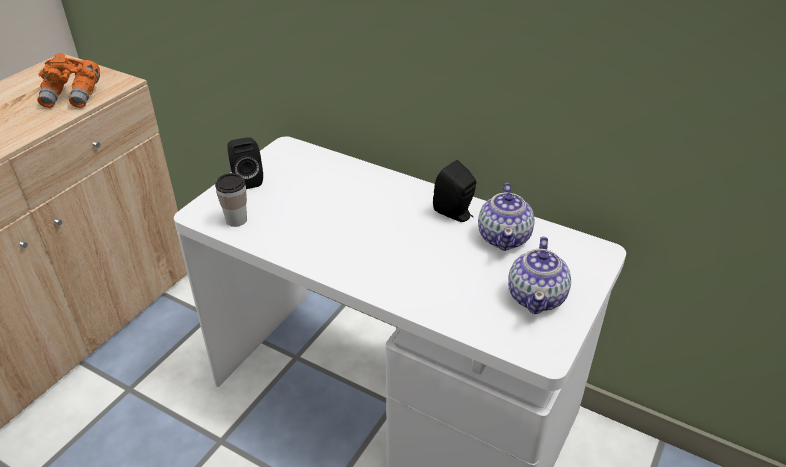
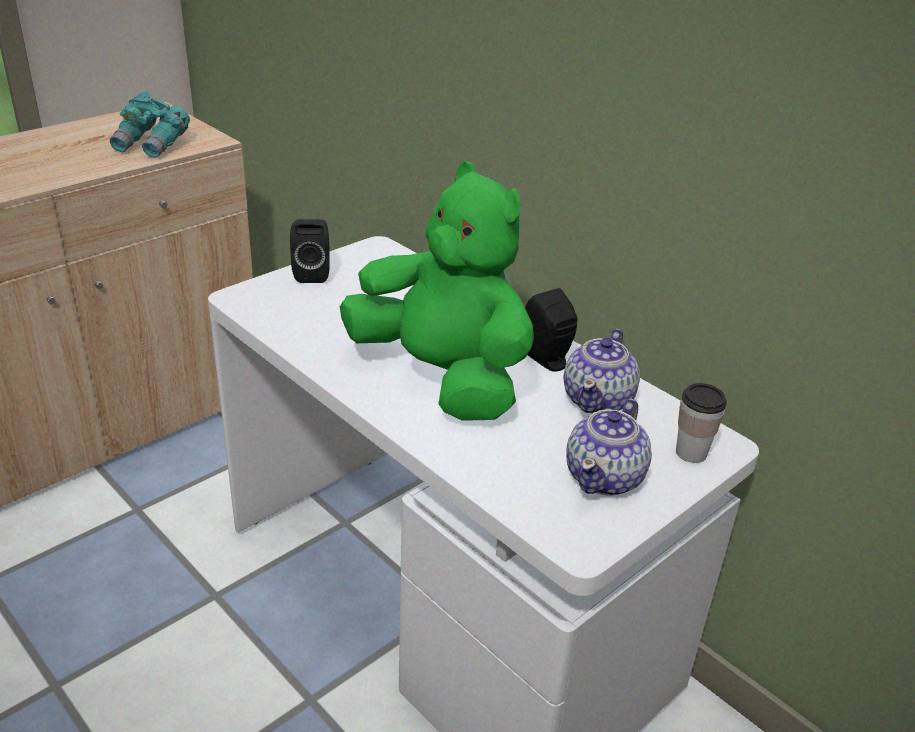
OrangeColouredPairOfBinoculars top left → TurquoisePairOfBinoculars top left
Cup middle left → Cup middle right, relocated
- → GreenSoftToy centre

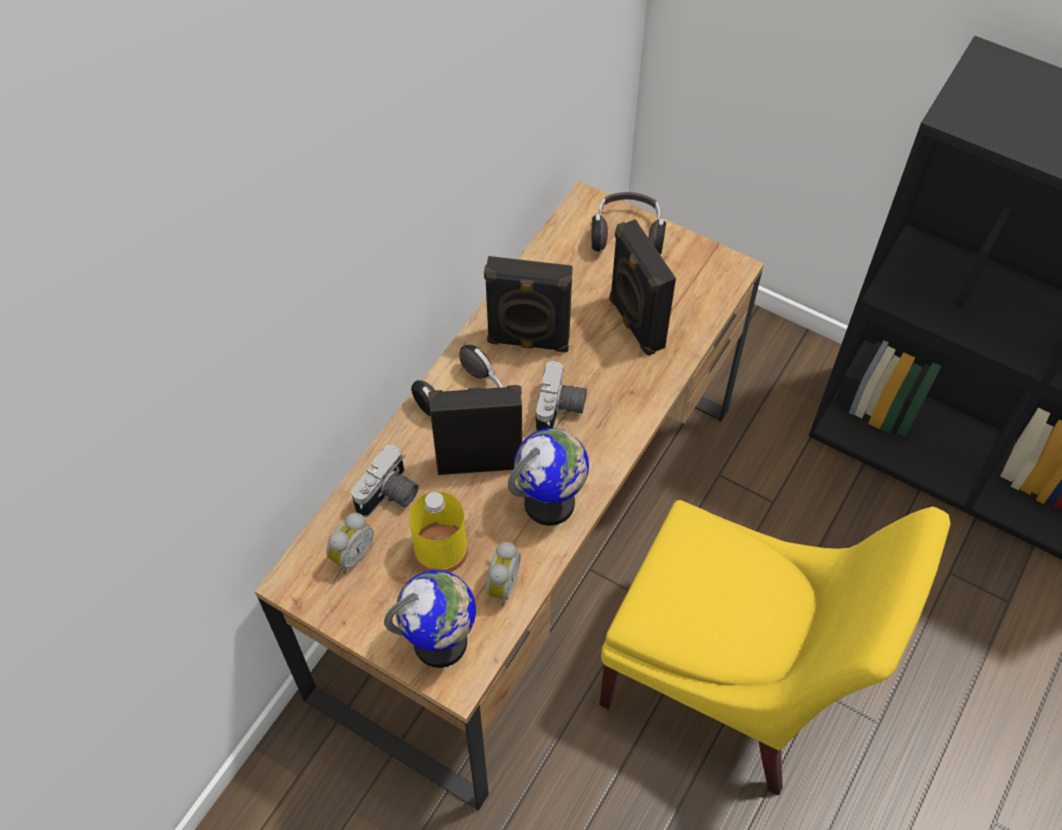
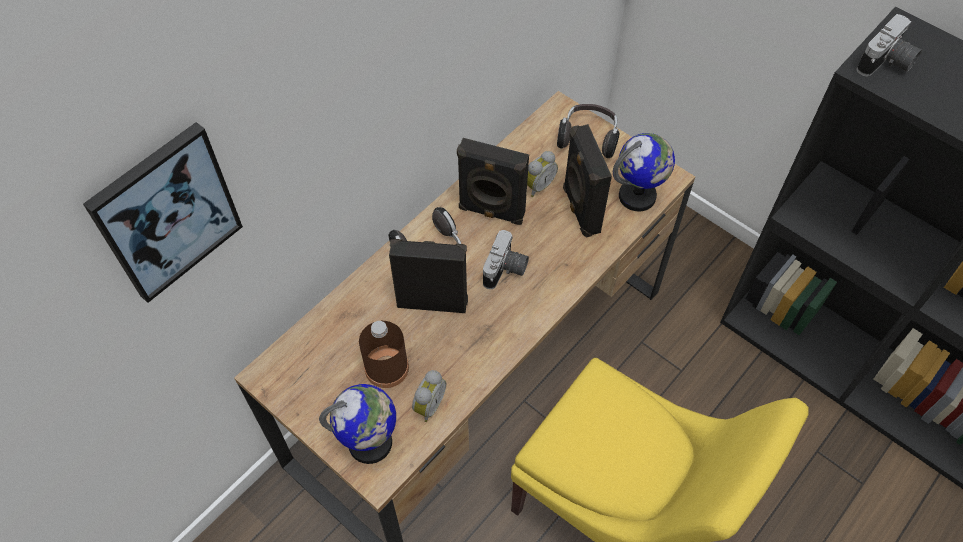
Globe (no. 2 from left) centre → Globe (no. 2 from left) top right, relocated
PhotoCamera (no. 1 from left in the first image) centre → PhotoCamera (no. 2 from left) top right, relocated
YellowColouredDrinkBottle centre → BrownishDrinkBottle centre
TableClock (no. 1 from left in the first image) middle left → TableClock (no. 2 from left) top centre, relocated
- → Picture middle left

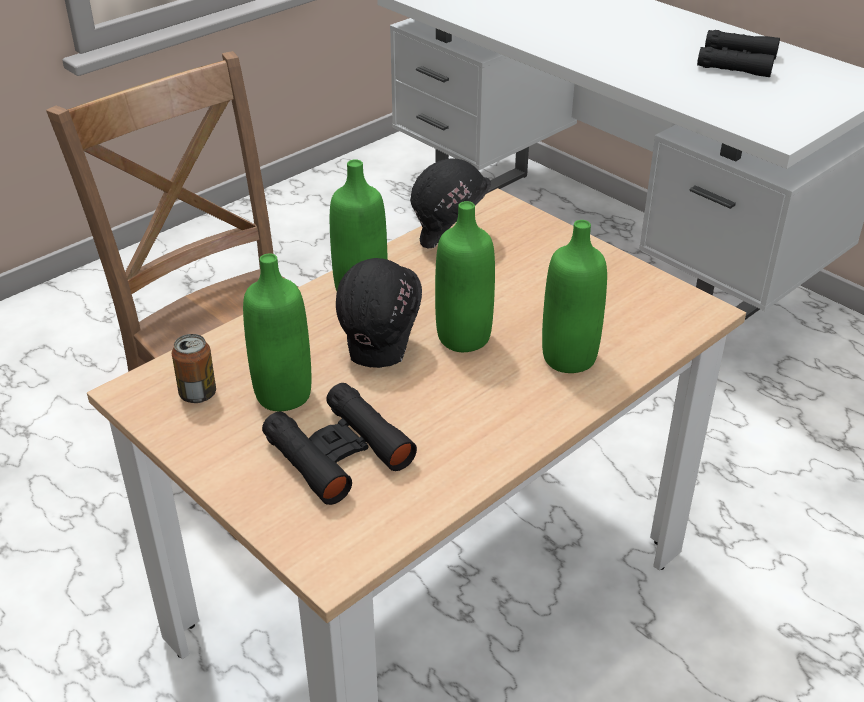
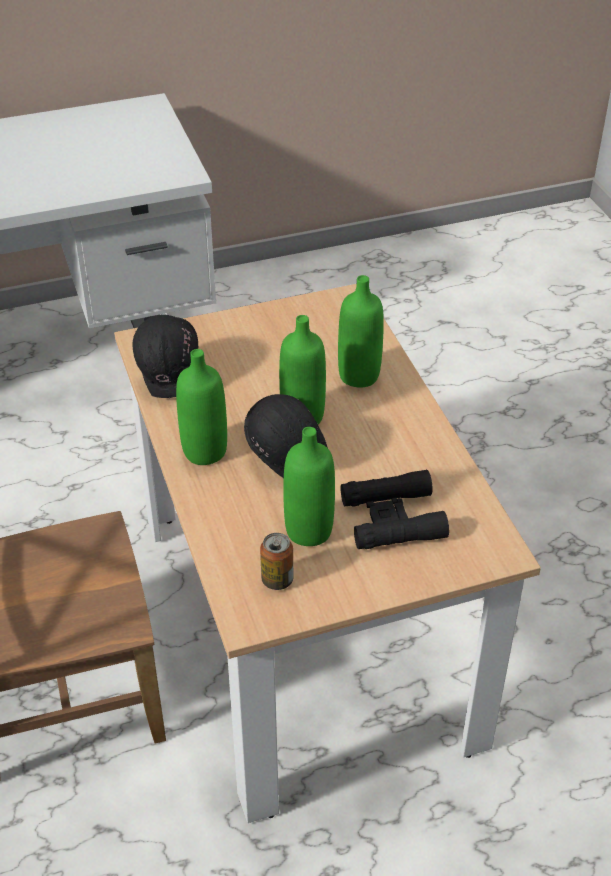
BlackPairOfBinoculars (no. 2 from left) top right → -

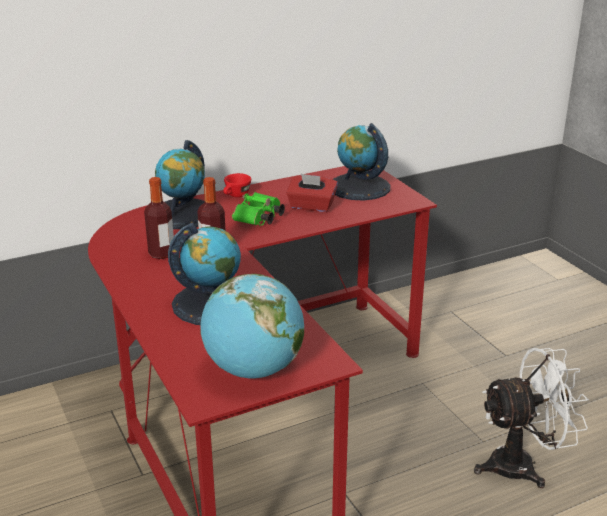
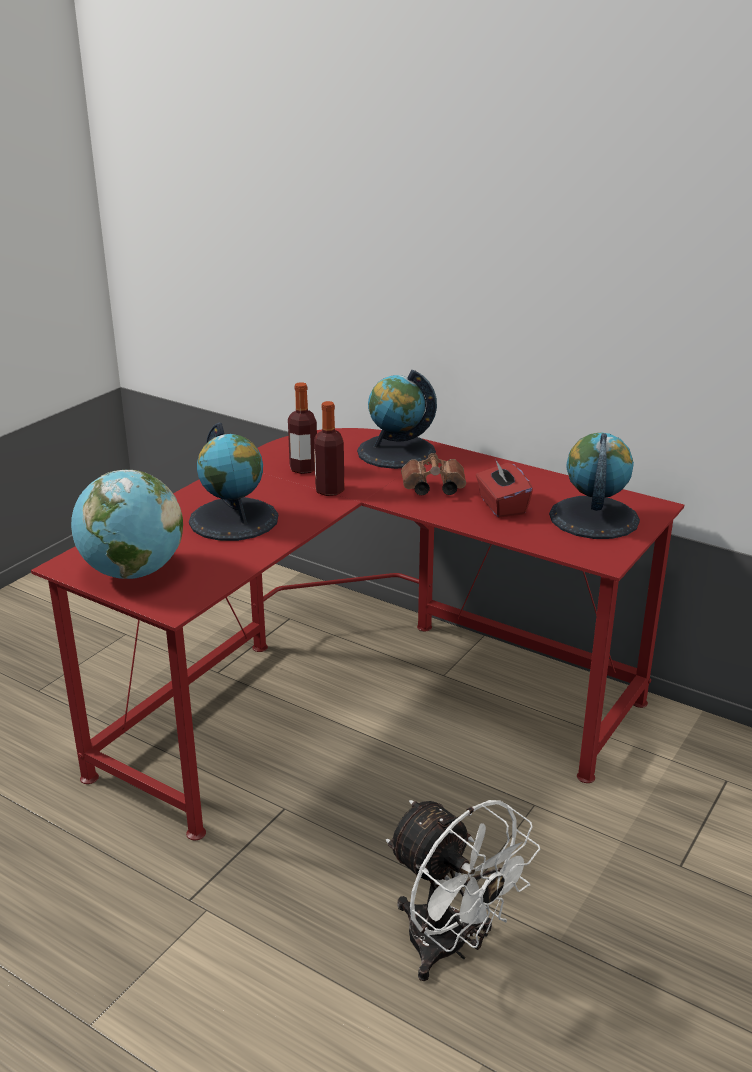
RedColouredCup centre → -
GreenPairOfBinoculars centre → BrownishPairOfBinoculars centre

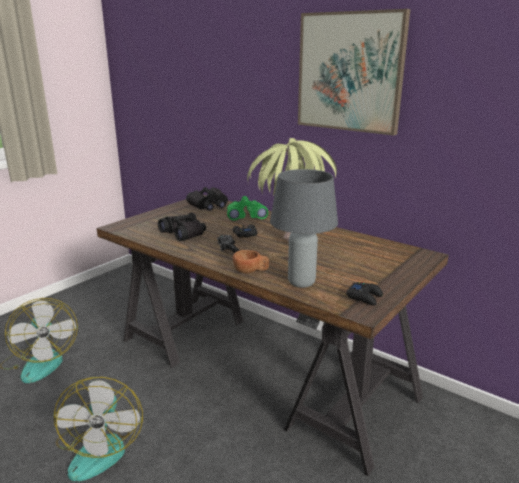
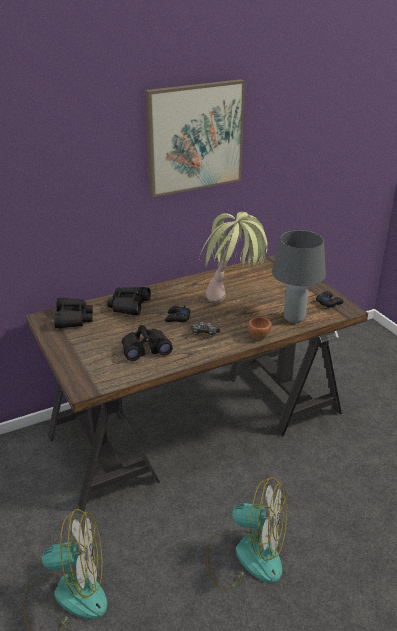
GreenPairOfBinoculars centre → BlackPairOfBinoculars (no. 2 from left) middle left

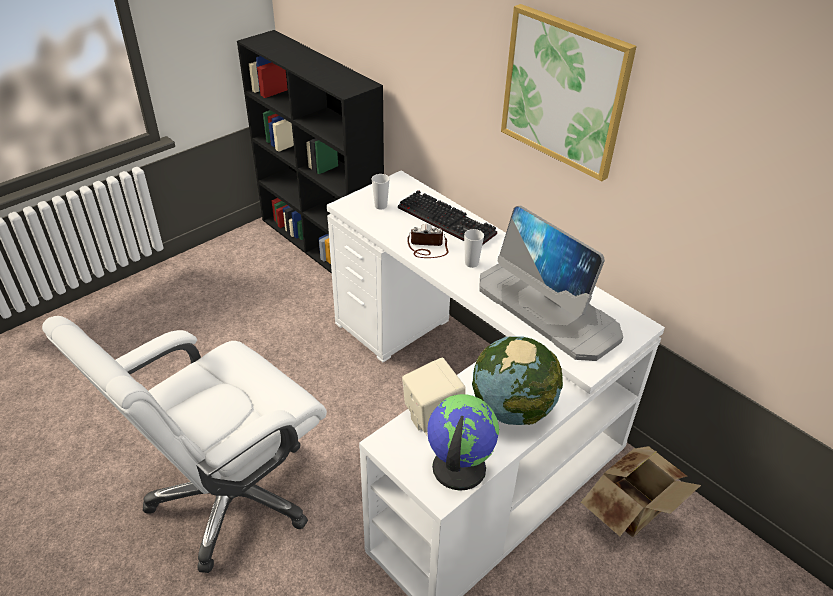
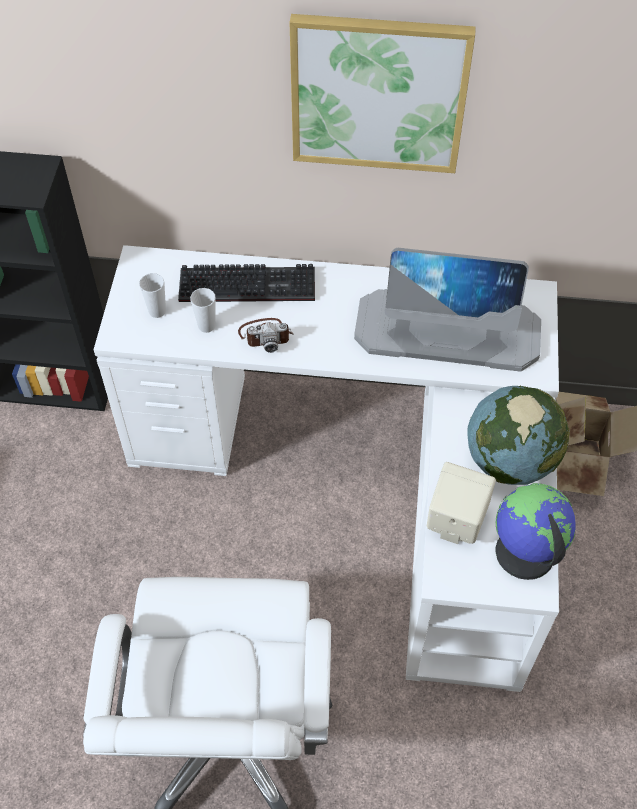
PhotoCamera centre, 150 degrees counterclockwise
Cup (no. 2 from left) centre → Cup (no. 2 from left) middle left, relocated

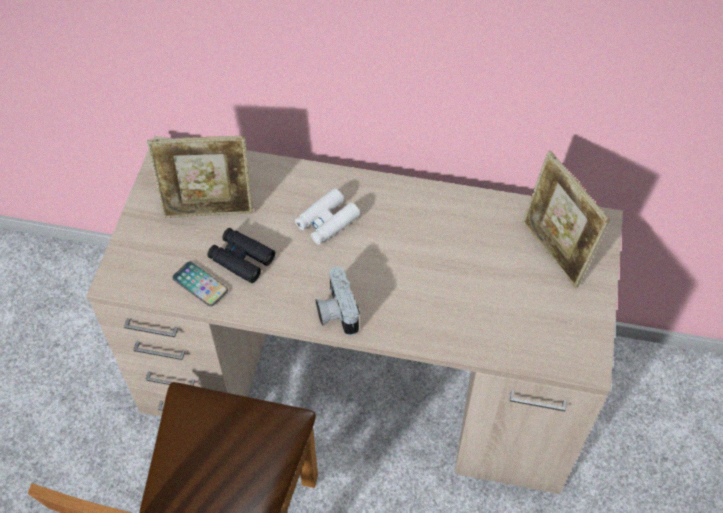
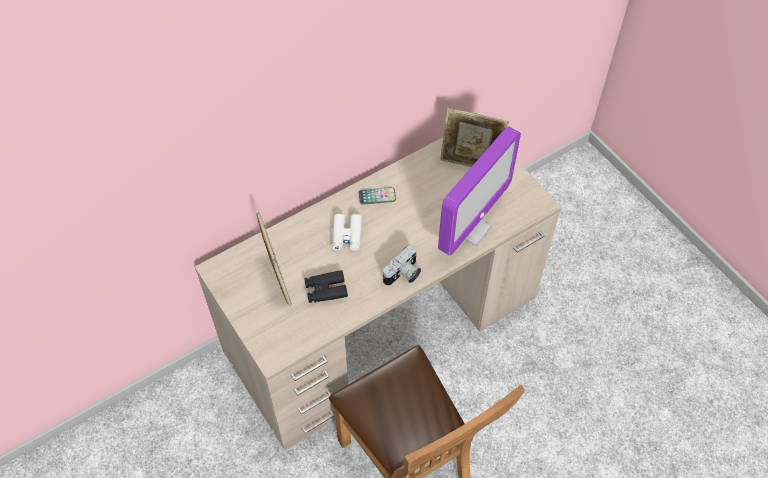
PhotoFrame (no. 1 from left) middle left → PhotoFrame (no. 1 from left) centre, 60 degrees counterclockwise
Handset middle left → Handset centre, relocated
PhotoCamera centre, 75 degrees counterclockwise
- → ComputerDisplay centre

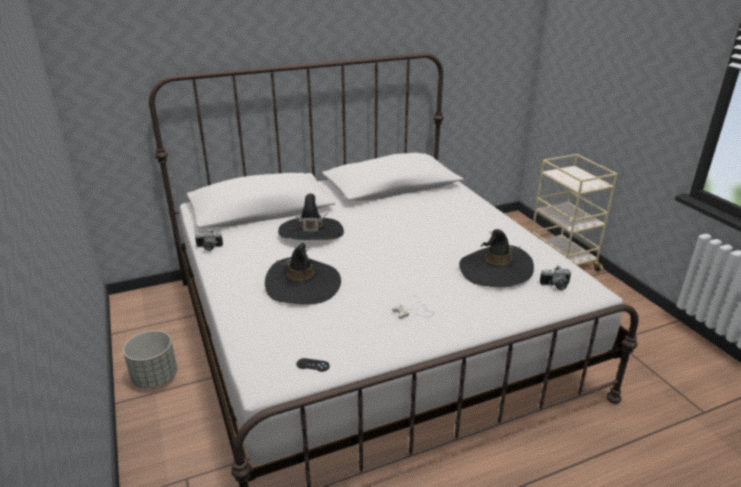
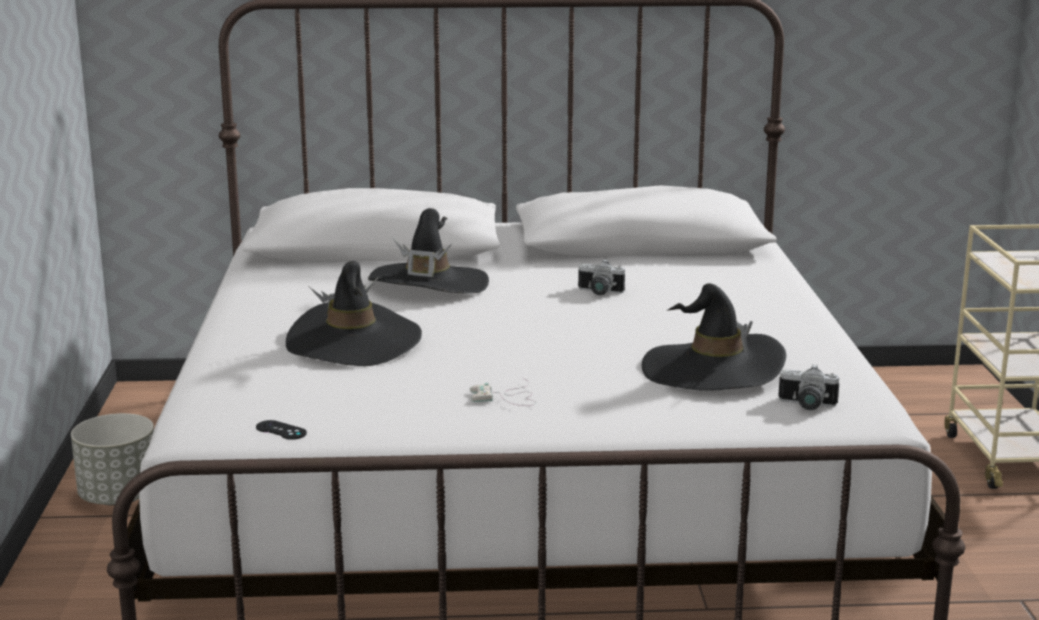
PhotoCamera (no. 1 from left) middle left → PhotoCamera (no. 1 from left) centre, relocated

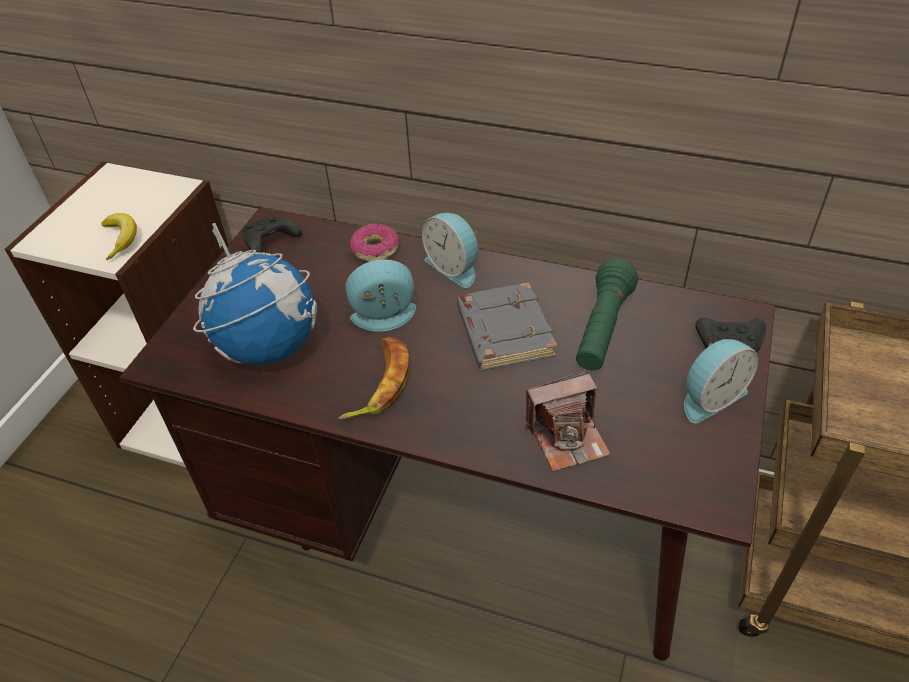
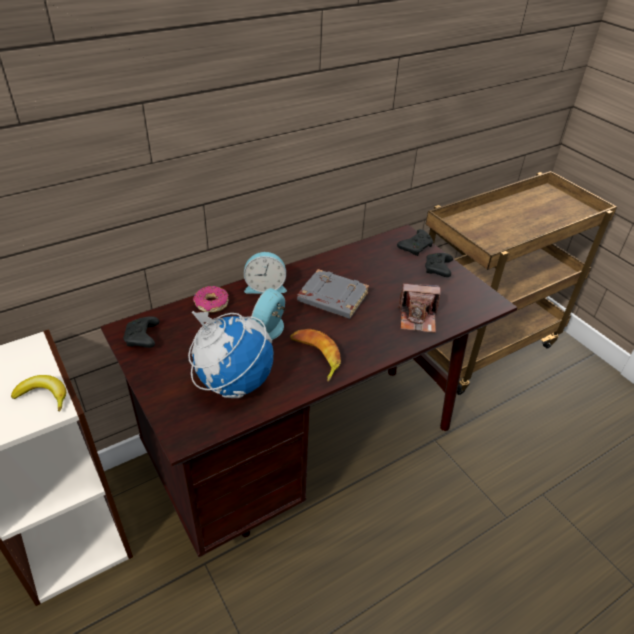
GreenTorch middle right → -
TableClock (no. 3 from left) middle right → BlackJoypad (no. 3 from left) middle right
PhotoCamera centre, 75 degrees clockwise

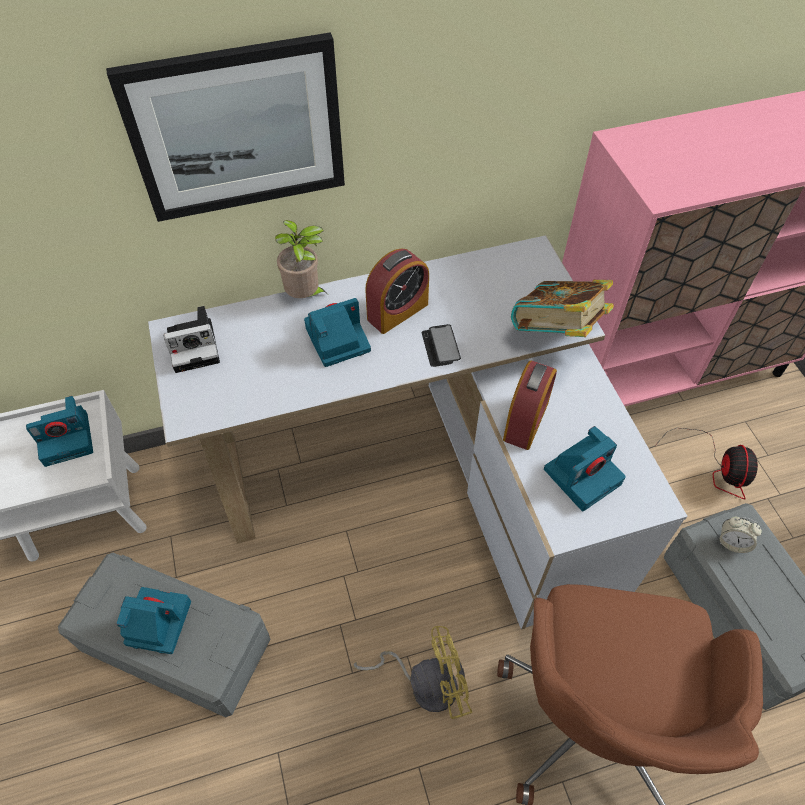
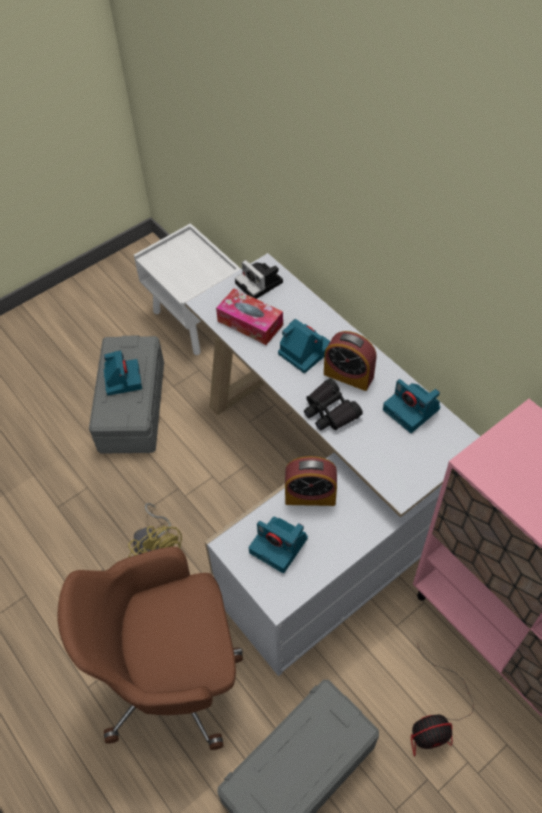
Picture top left → -
PlantInAPot top centre → -
BoundBook middle right → -
Handset centre → BlackPairOfBinoculars centre
PhotoCamera (no. 1 from left in the first image) middle left → PhotoCamera (no. 5 from left) middle right, relocated
TableClock (no. 3 from left) middle right → -
- → TissueHolder centre

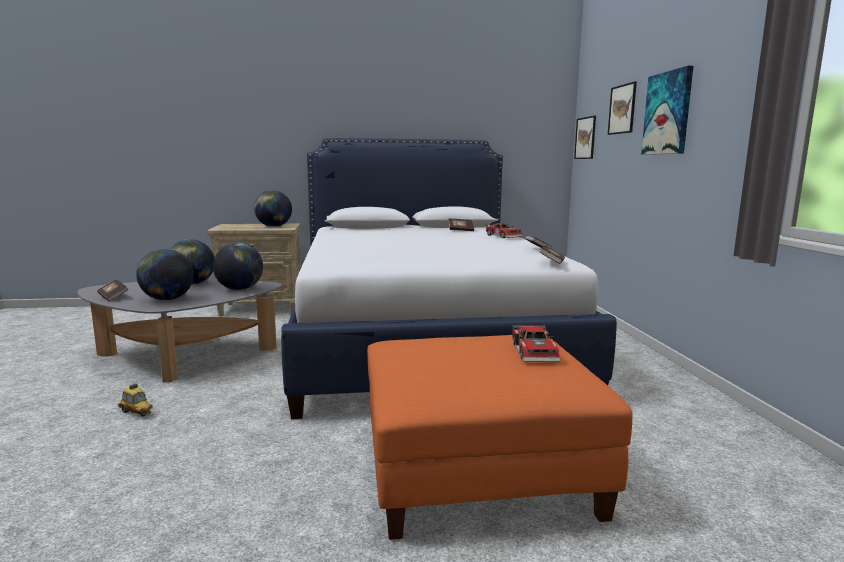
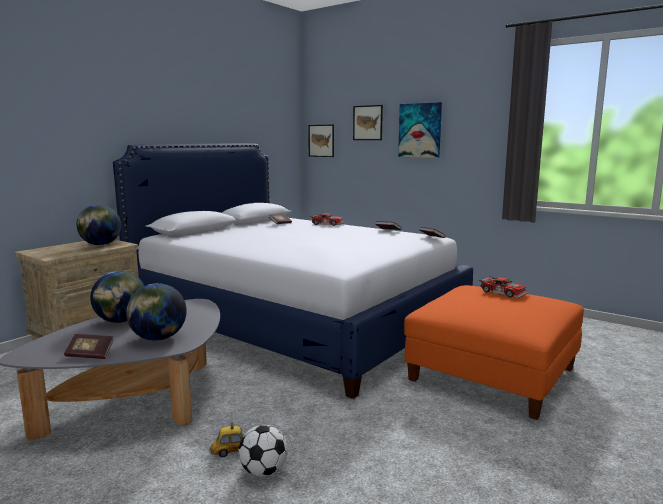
Globe (no. 3 from left) middle left → -
- → Football bottom centre

